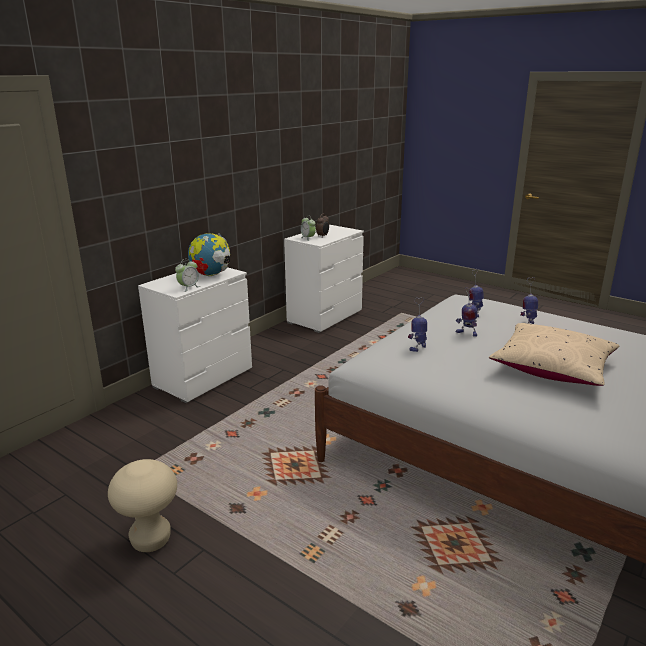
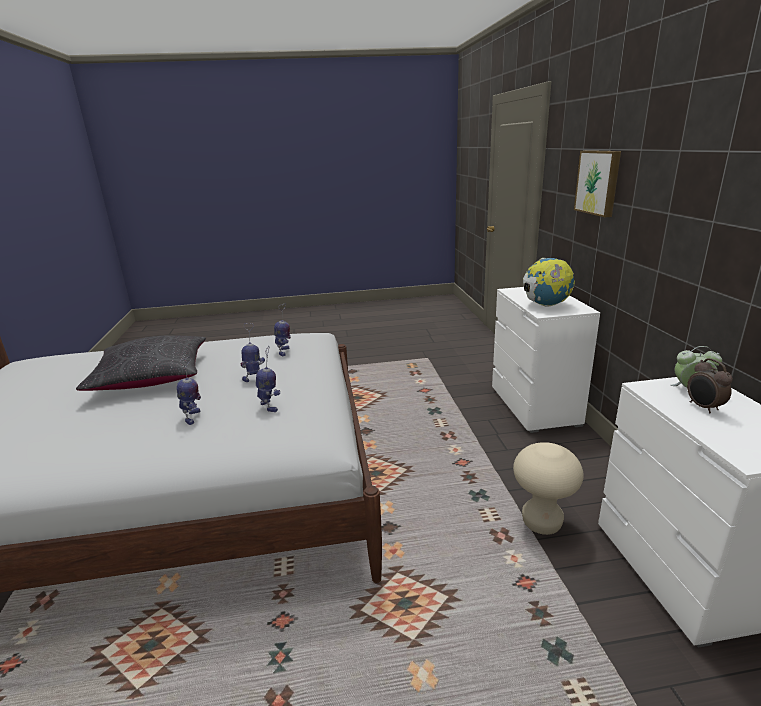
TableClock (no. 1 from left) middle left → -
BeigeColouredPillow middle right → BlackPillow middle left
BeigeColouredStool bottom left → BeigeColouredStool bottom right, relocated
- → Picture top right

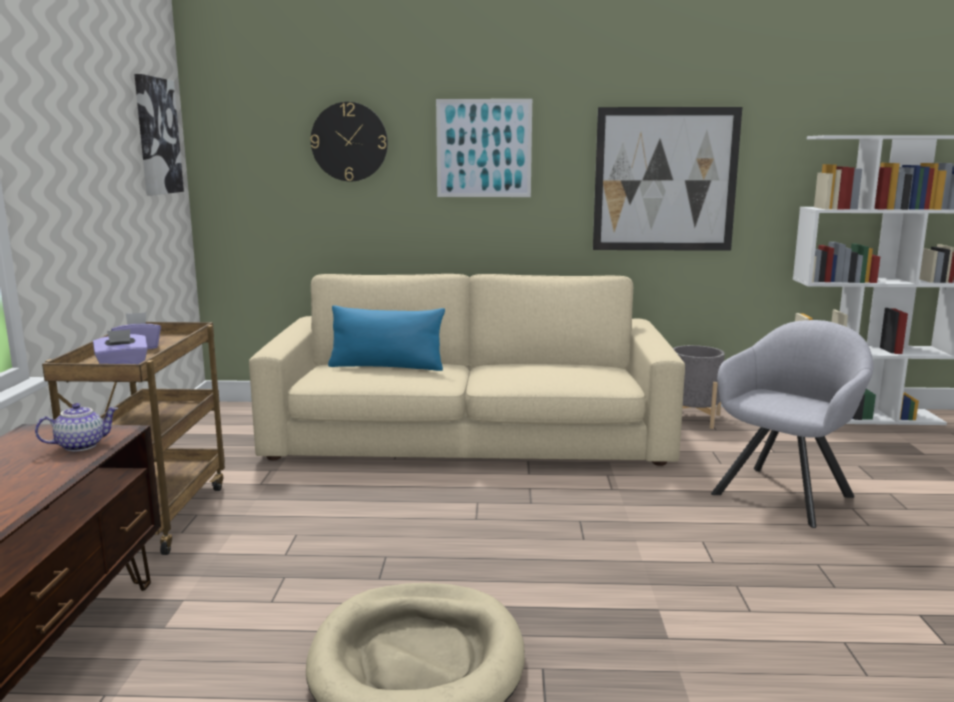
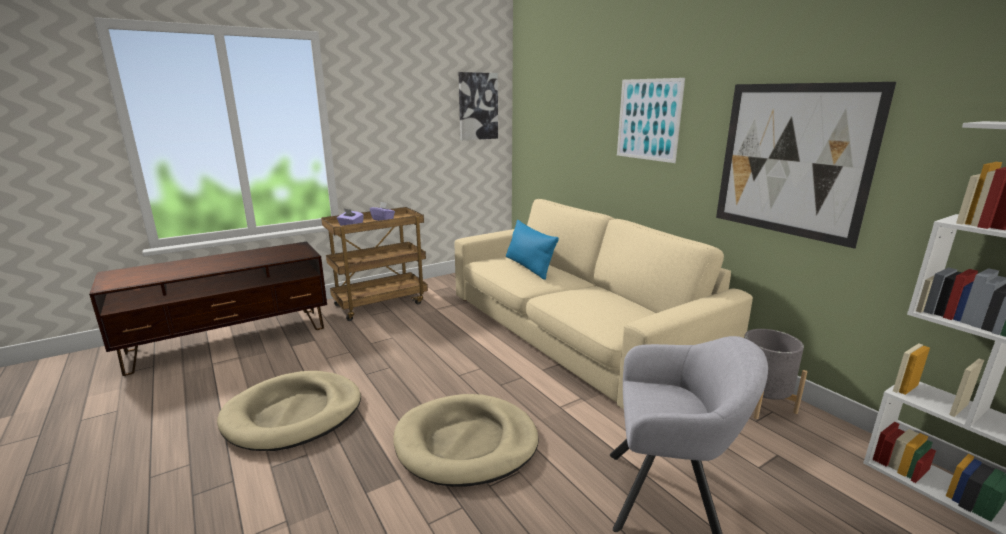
ClockOnTheWall top centre → -
TeaPot middle left → -
- → BeigeColouredDogCushion (no. 2 from left) bottom centre

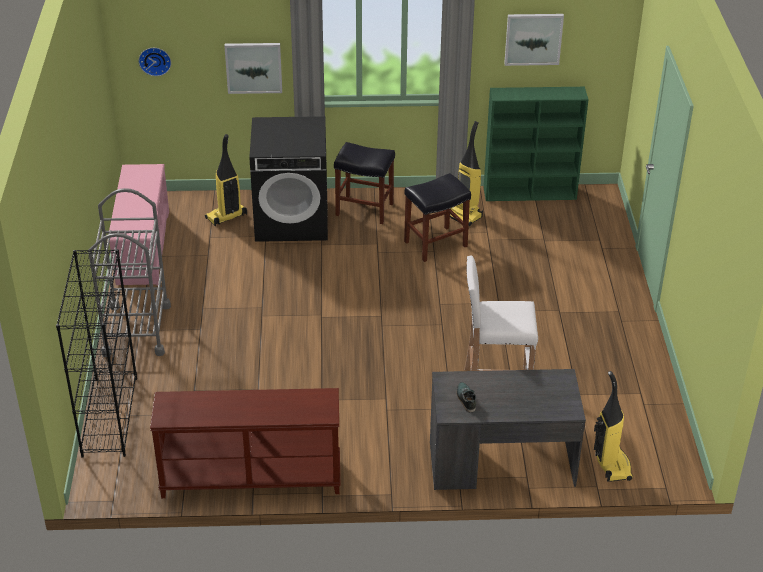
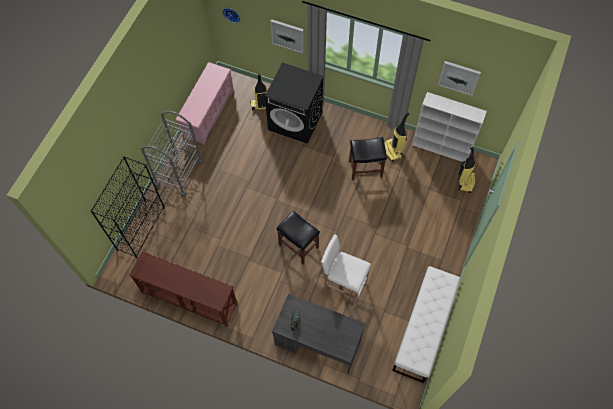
GreenBookcase top right → WhitishBookcase top right
BlackStool (no. 1 from left) top centre → BlackStool (no. 1 from left) centre, relocated
VacuumCleaner (no. 3 from left) bottom right → VacuumCleaner (no. 3 from left) middle right, relocated
- → WhitishBench bottom right

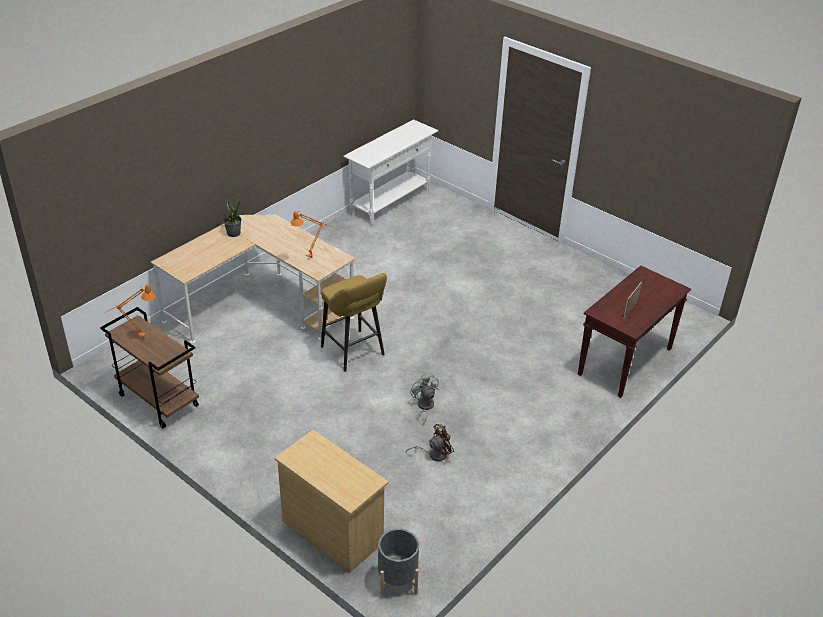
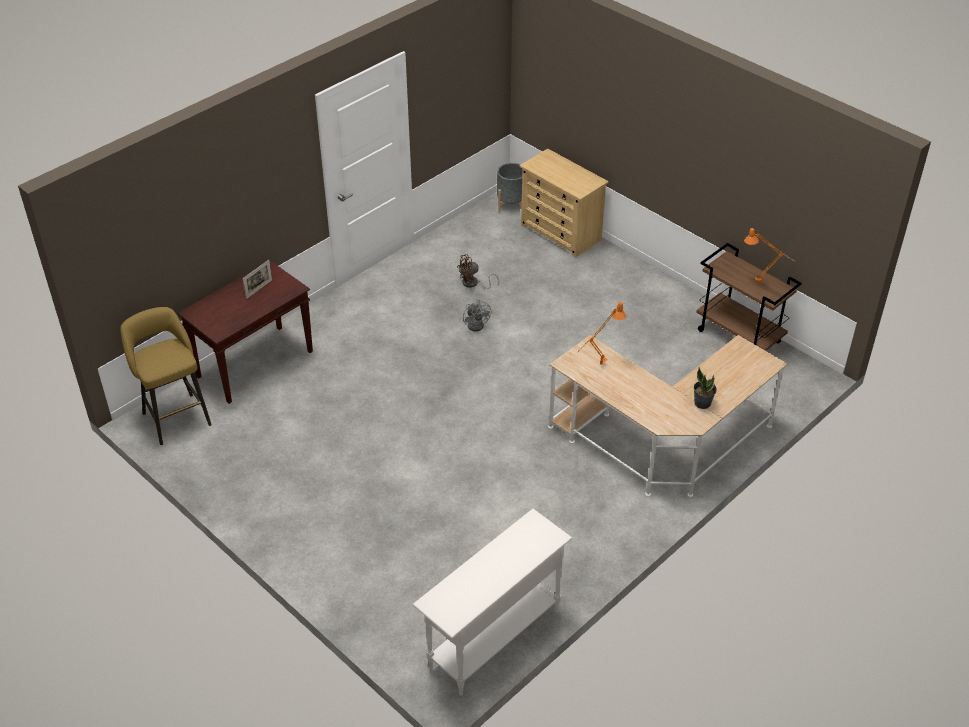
YellowColouredStool centre → YellowColouredStool middle left, relocated

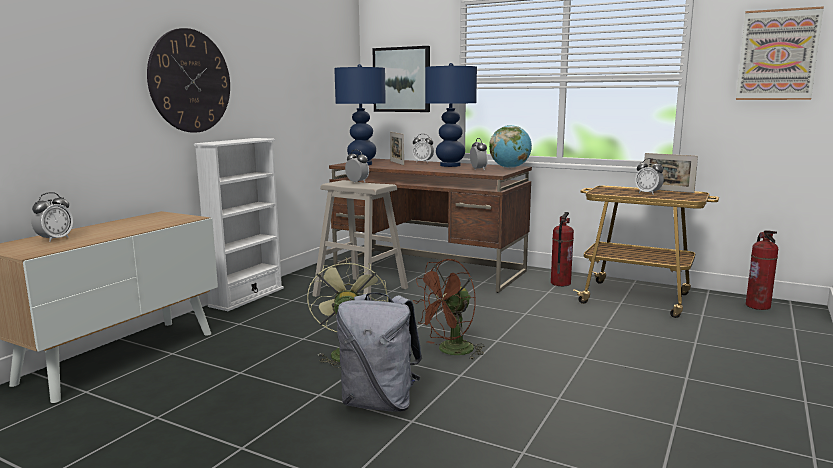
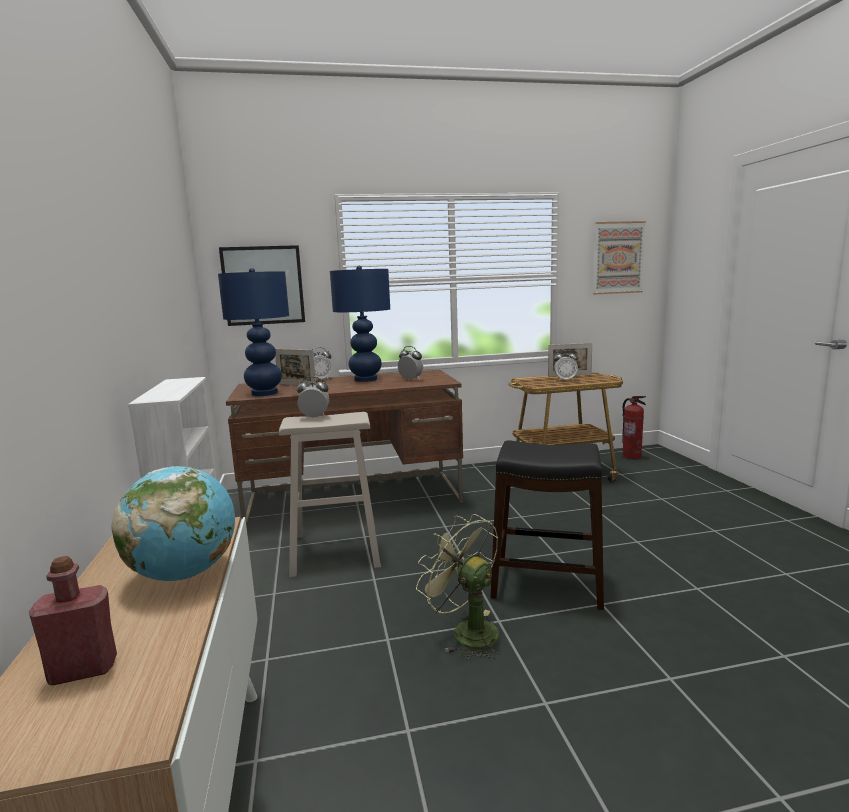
ClockOnTheWall top left → -
Globe top centre → Globe middle left, relocated
TableClock (no. 1 from left) middle left → RedColouredDrinkBottle bottom left
Extinguisher (no. 1 from left) middle right → -
BrownishCoolingFan centre → BlackStool centre
GreyBackpack bottom centre → -

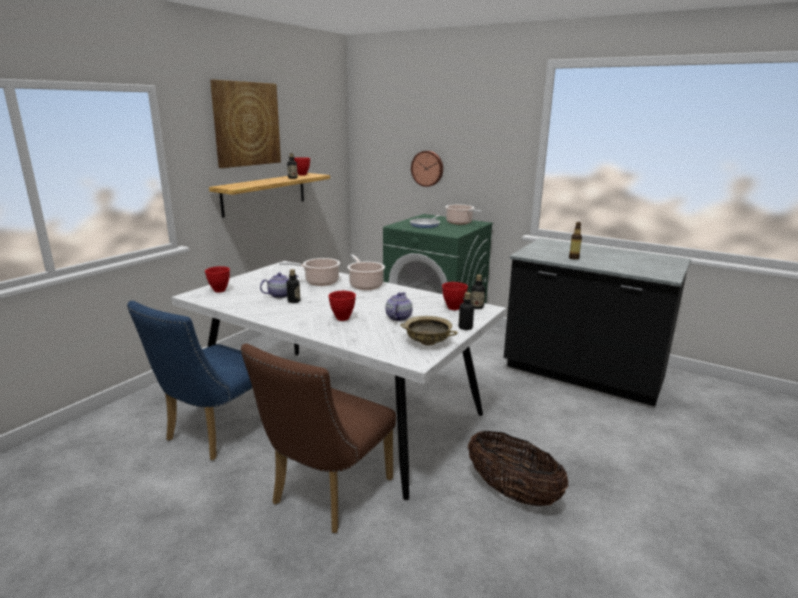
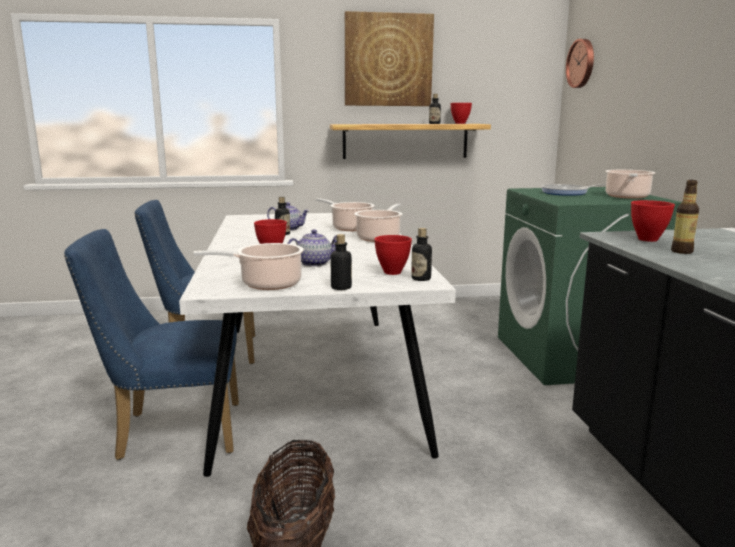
ClockOnTheWall top centre → ClockOnTheWall top right, relocated
RedColouredBowl (no. 1 from left in the first image) middle left → RedColouredBowl (no. 4 from left) middle right, relocated
BeigeColouredBowl centre → Saucepot (no. 1 from left) centre
BrownishChair bottom centre → BlueColouredChair (no. 1 from left) middle left

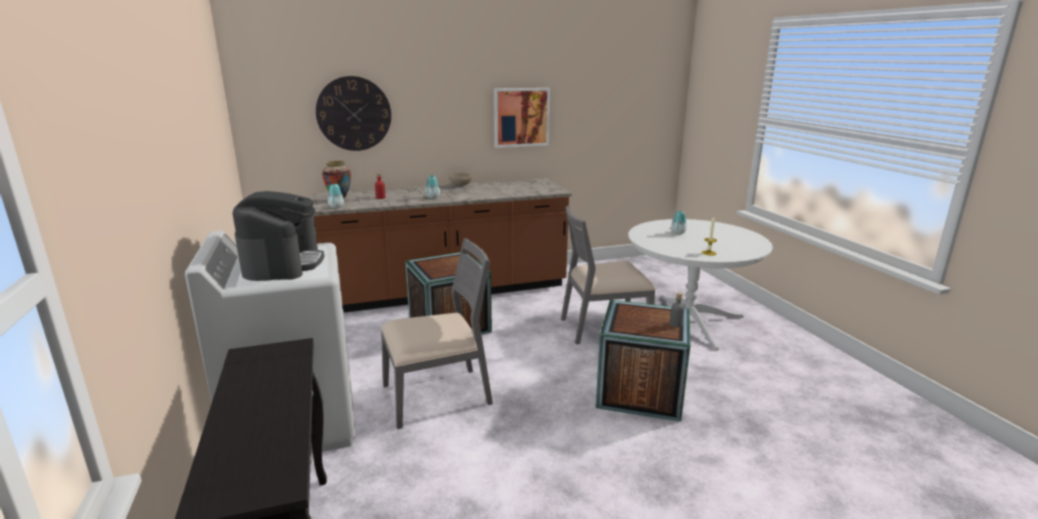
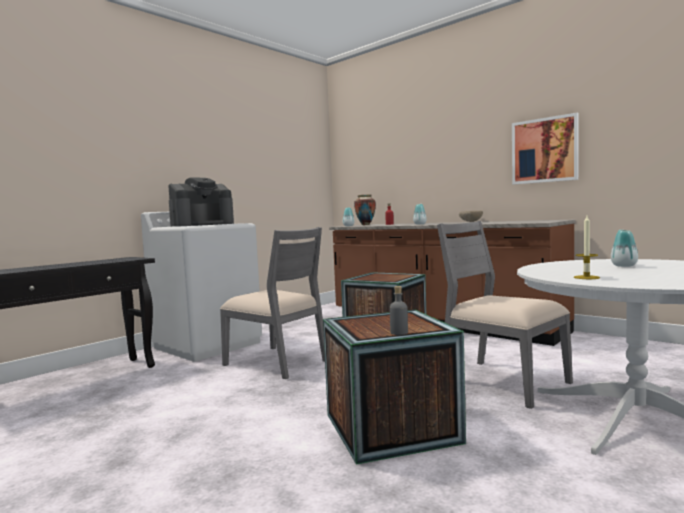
ClockOnTheWall top centre → -

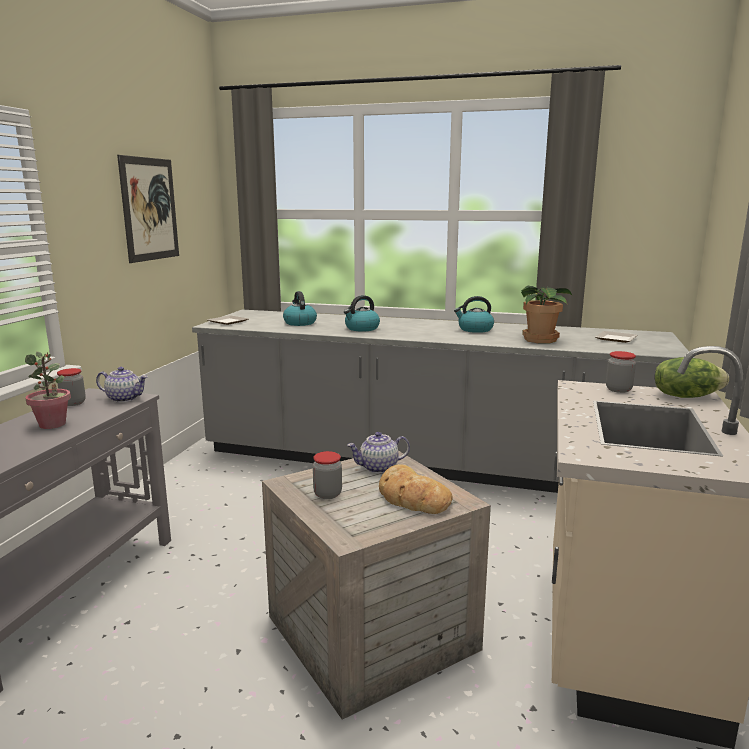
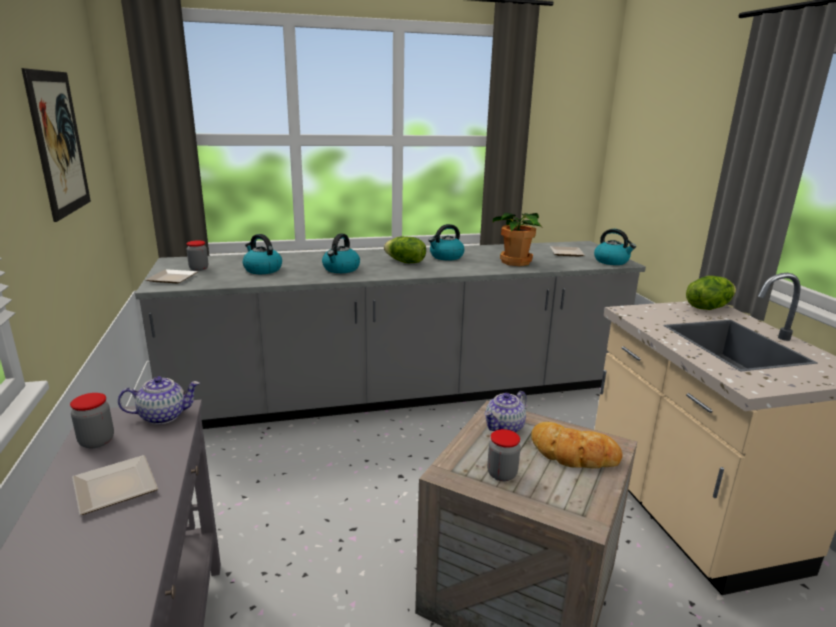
StorageJar (no. 3 from left in the first image) middle right → StorageJar (no. 2 from left) middle left, relocated
PlantInAPot (no. 1 from left) middle left → DinnerPlate (no. 1 from left) bottom left
- → Kettle (no. 4 from left) middle right
- → Lettuce (no. 1 from left) centre

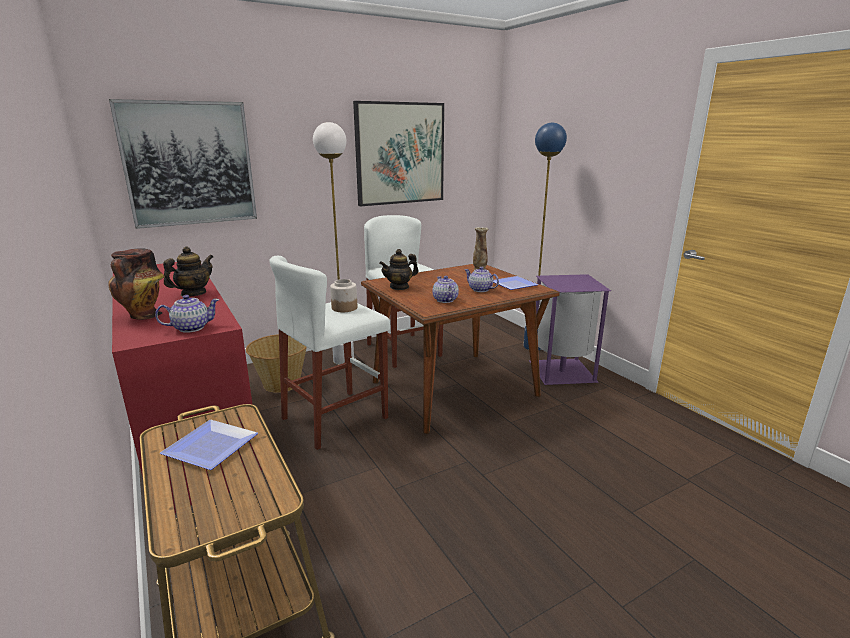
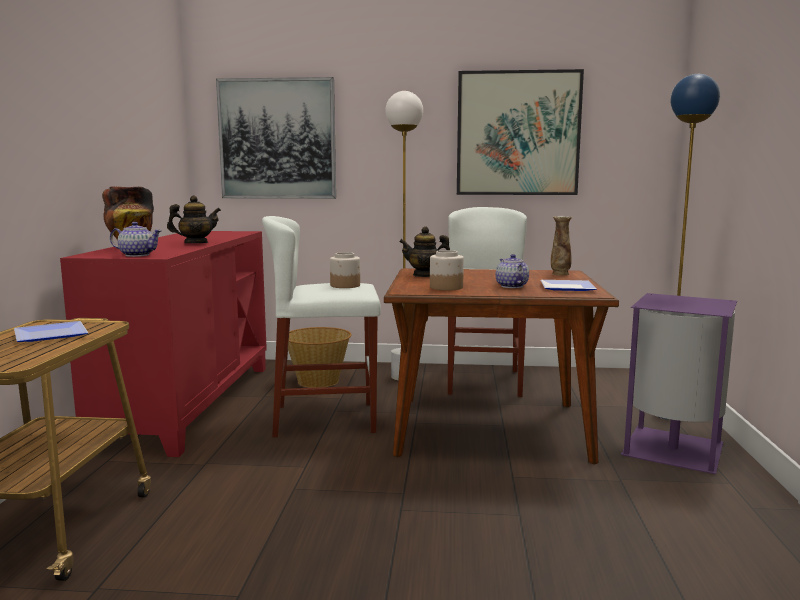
TeaPot (no. 4 from left) centre → StorageJar (no. 2 from left) centre

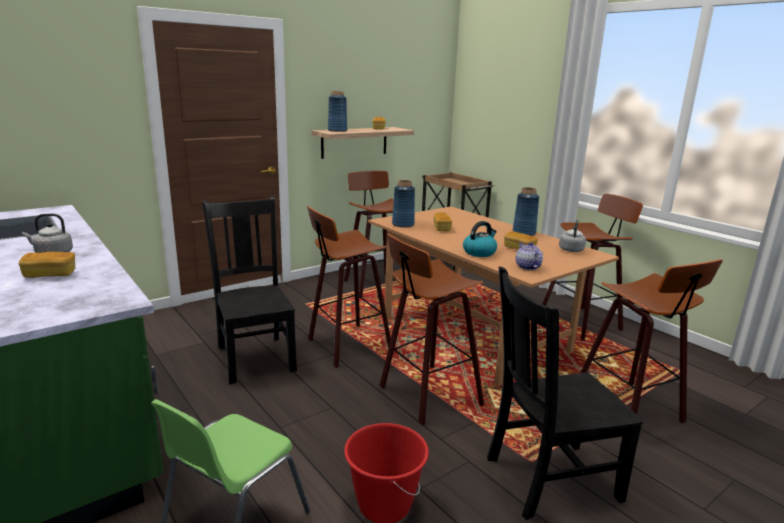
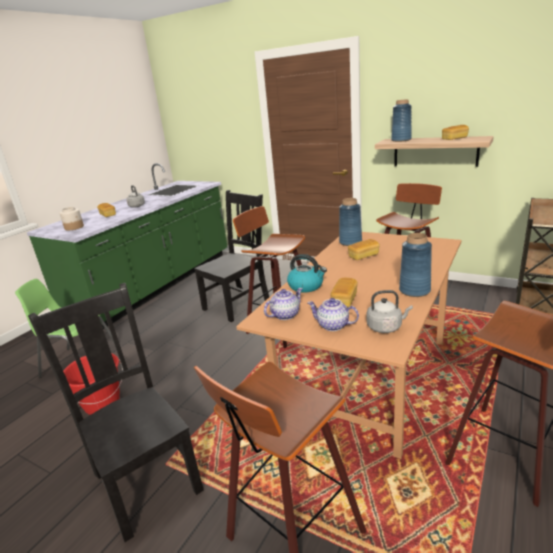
Stool (no. 3 from left) centre → -
- → StorageJar middle left
- → TeaPot (no. 2 from left) centre

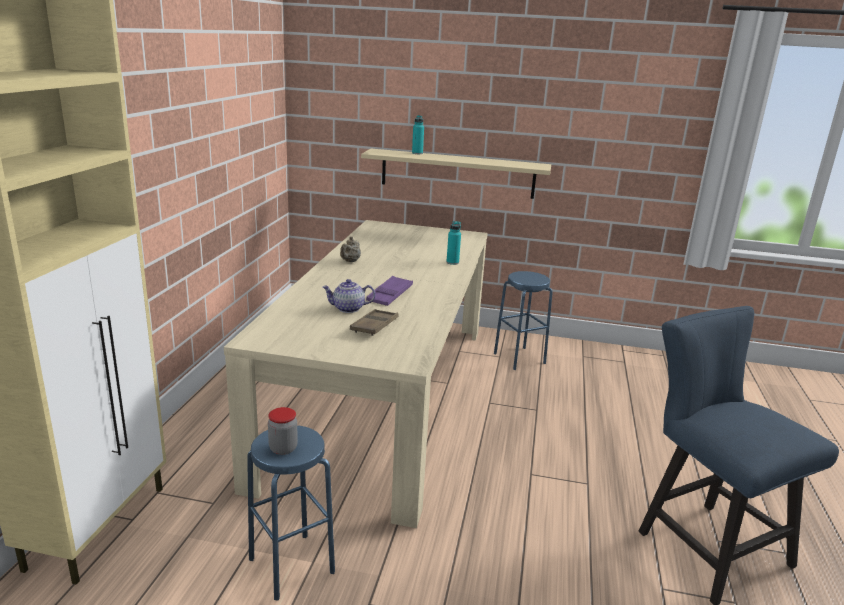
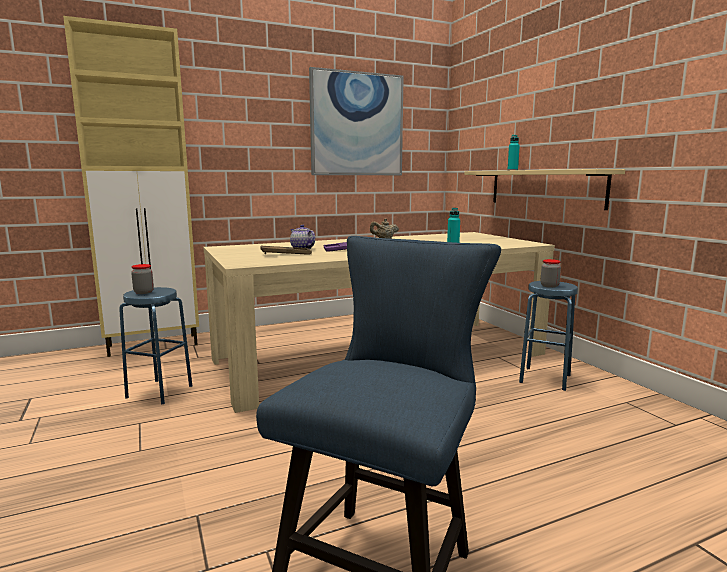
- → Picture top centre
- → StorageJar (no. 2 from left) middle right

